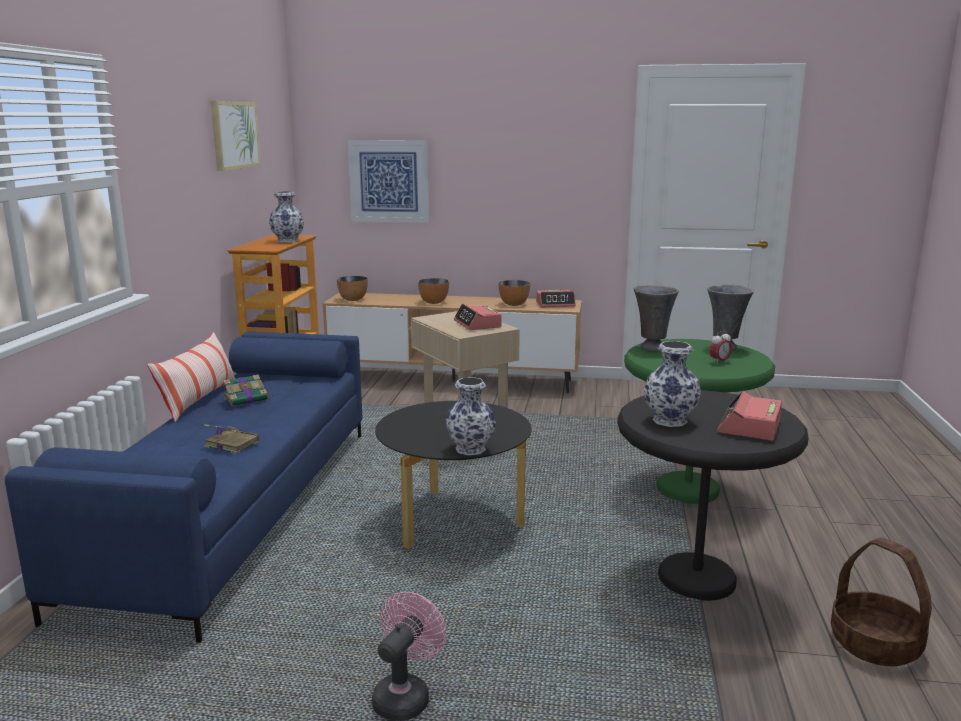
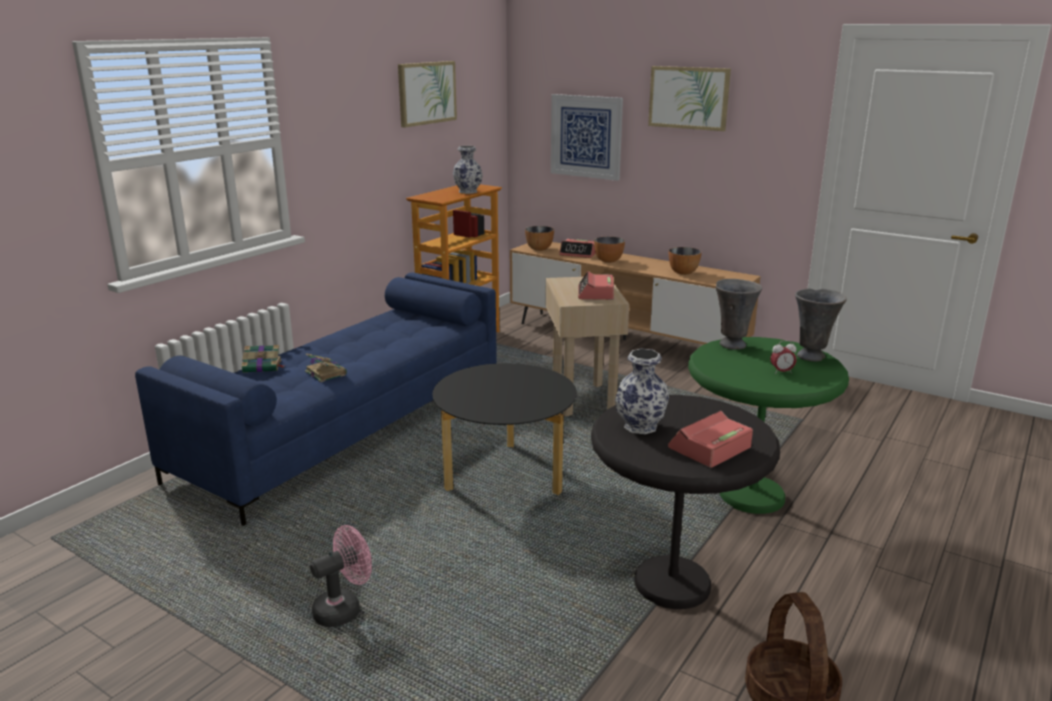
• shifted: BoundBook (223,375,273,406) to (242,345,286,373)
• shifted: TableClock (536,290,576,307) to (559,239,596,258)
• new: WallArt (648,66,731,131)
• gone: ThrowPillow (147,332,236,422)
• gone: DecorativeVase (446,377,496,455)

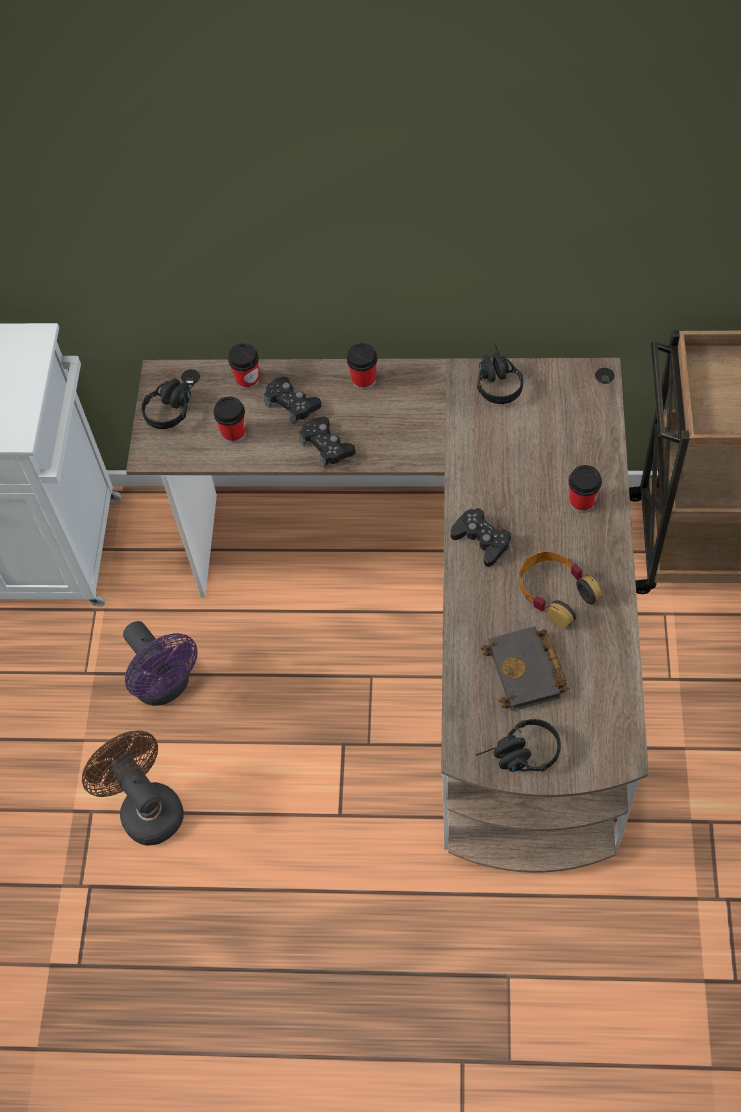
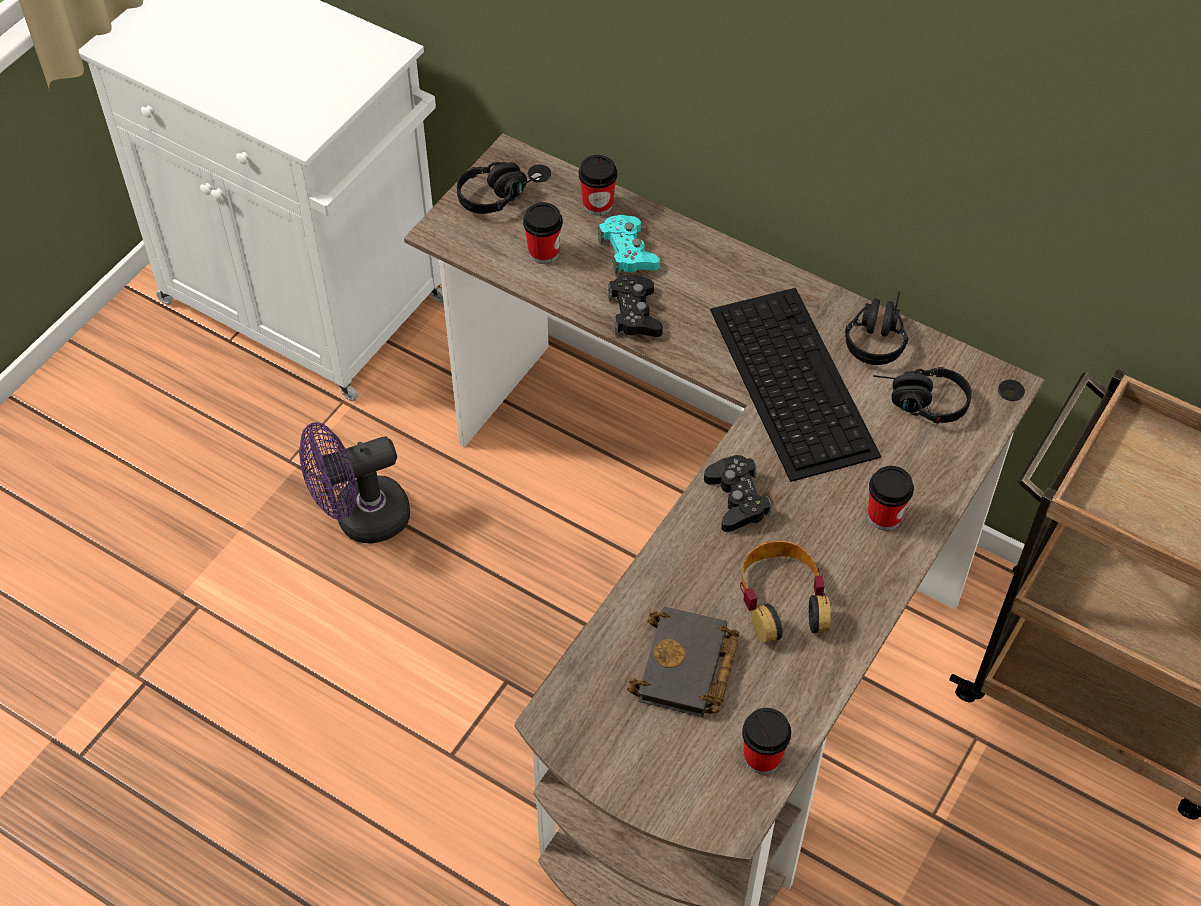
• rotated: PurpleColouredCoolingFan (123,621,198,706) = (299,422,410,544) 75 degrees clockwise
• repainted: BlackColouredJoypad (264,377,322,425) to TurquoiseColouredJoypad (598,215,660,275)
• new: Keyboard (710,288,881,482)
• shifted: Cup (347,343,377,390) to (742,708,791,774)
• shifted: BlackColouredPairOfHeadphones (476,719,561,772) to (873,367,972,423)
• gone: BrownishCoolingFan (82,730,184,845)

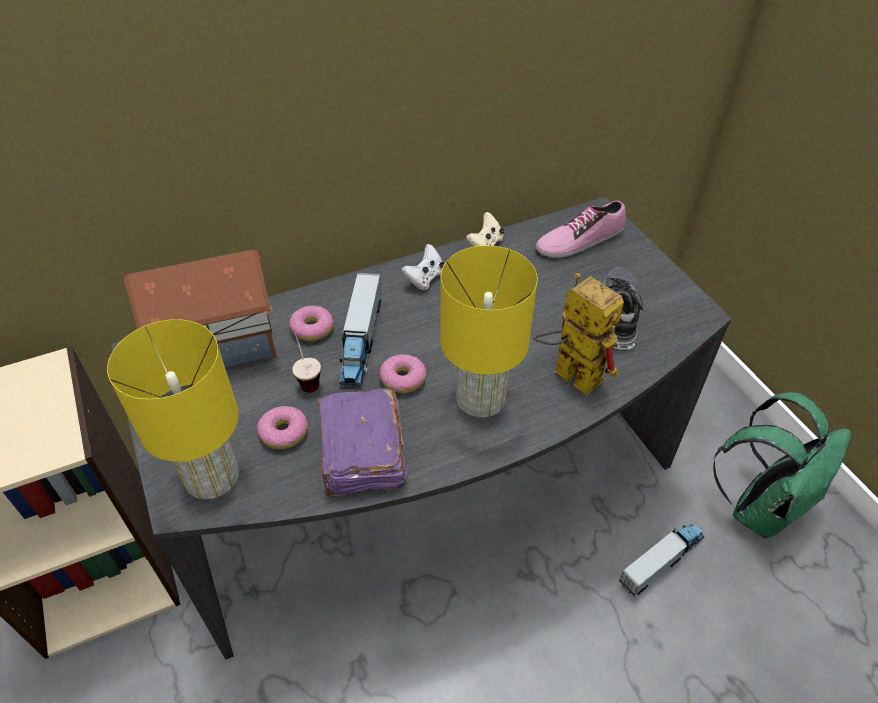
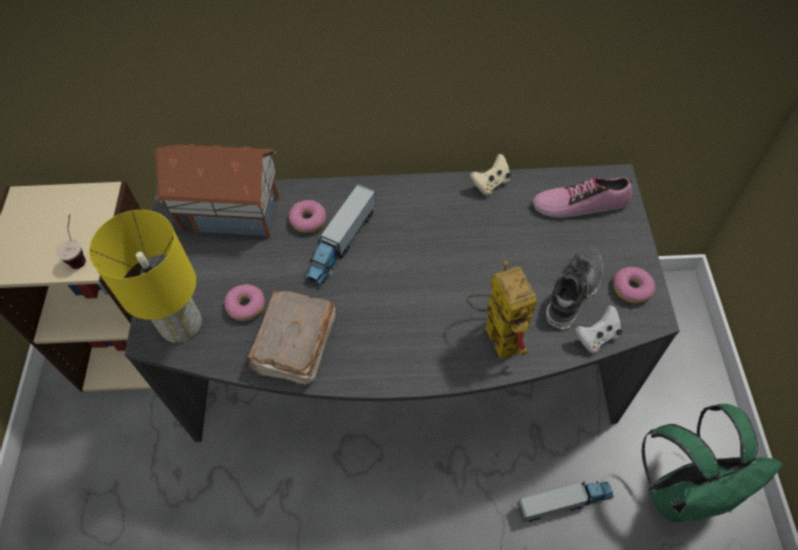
• shifted: Cup (292,330,321,393) to (56,214,86,269)
• repainted: PurpleColouredBoundBook (317,388,407,497) to BrownishBoundBook (247,290,336,386)
• shifted: WhitishJoypad (401,244,445,290) to (575,305,622,353)
• shifted: Doughnut (379,354,427,393) to (613,267,655,303)
• gone: YellowLampForATable (441,245,538,418)

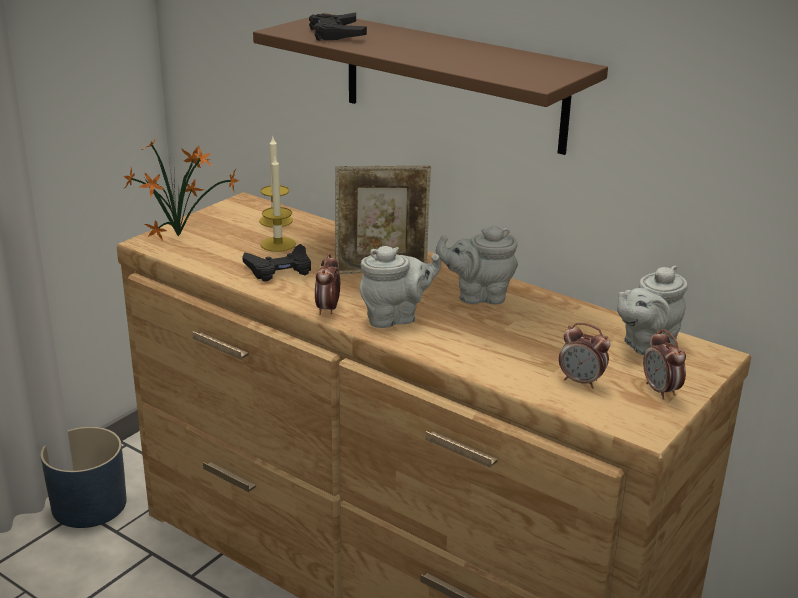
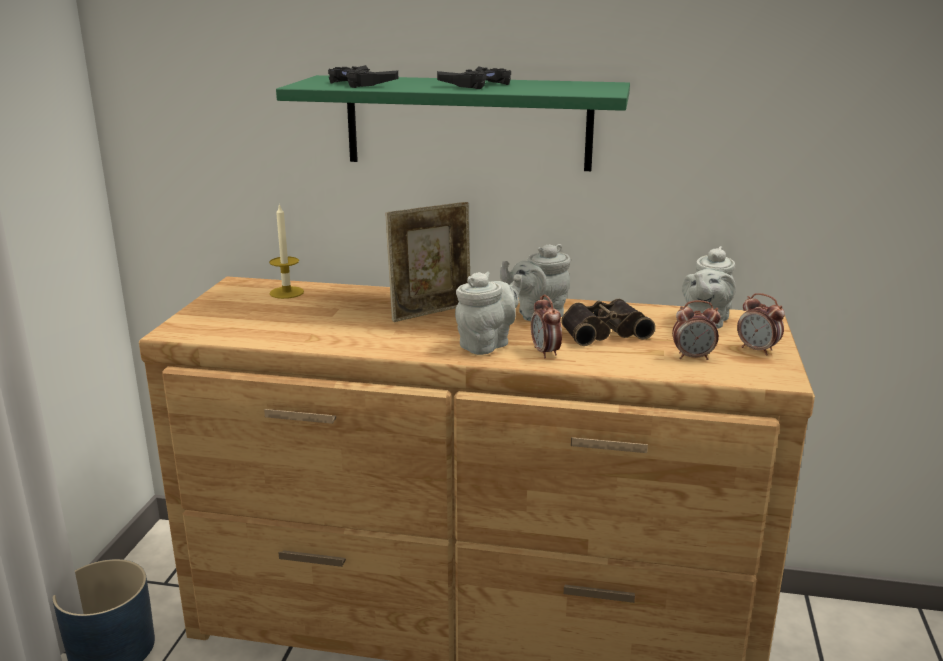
• repainted: BrownishWallShelf (253,13,608,155) to GreenishWallShelf (276,75,630,171)
• shifted: BlackColouredJoypad (242,244,311,281) to (437,66,511,89)
• shifted: TableClock (315,253,340,315) to (531,295,562,358)
• new: Binoculars (561,299,655,346)
• gone: PlantInAPot (124,137,239,241)
• gone: WaxLight (261,157,296,252)

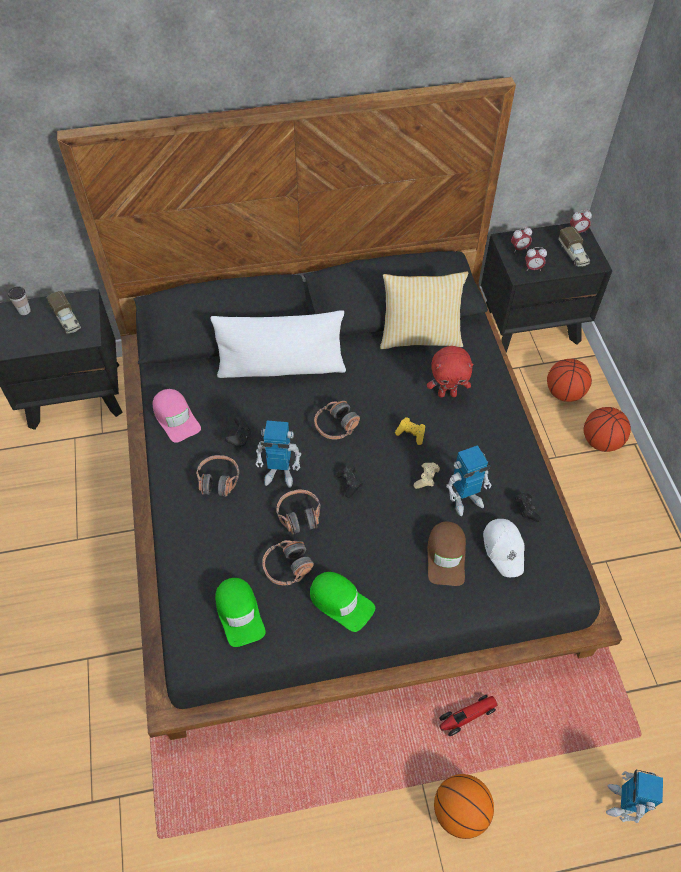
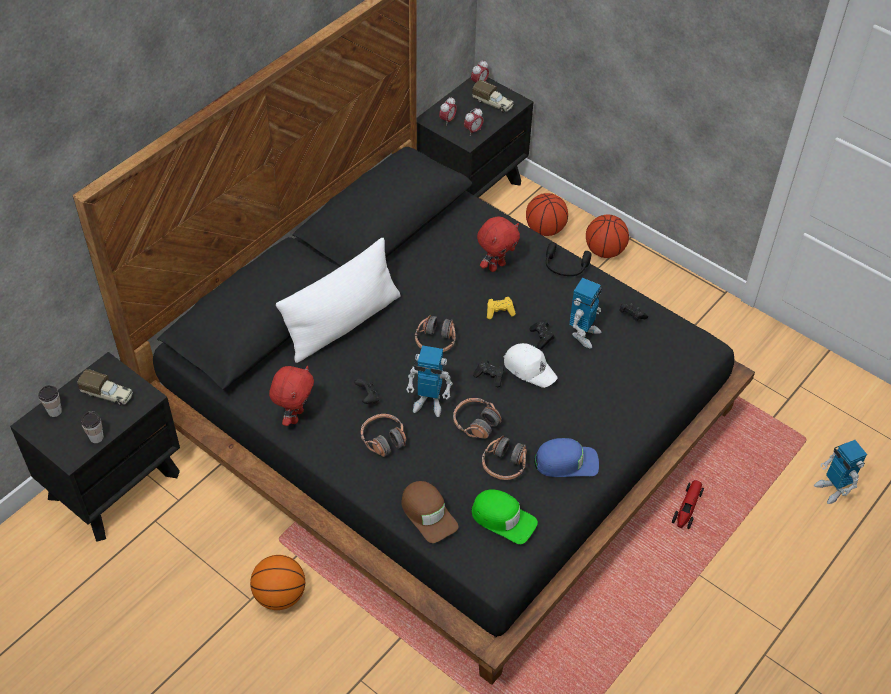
• new: Cup (81,411,104,443)
• shifted: BallForBasketball (434,774,494,839) to (250,555,305,610)
• swapped: PinkCap (153,389,201,443) to RedCuddlyToy (269,366,314,426)
• shifted: BrownishCap (428,522,466,586) to (401,481,458,543)
• rotated: ModelRobot (255,421,301,488) = (406,345,453,417) 45 degrees clockwise
• shifted: WhitishCap (483,519,525,577) to (504,343,558,388)
• repainted: BeigeJoypad (414,462,440,489) to BlackColouredJoypad (529,320,555,349)
• repainted: GreenishCap (310,572,375,632) to BlueColouredCap (534,438,599,477)
• new: BlackColouredPairOfHeadphones (546,242,591,276)
• gone: ThrowPillow (380,272,468,349)

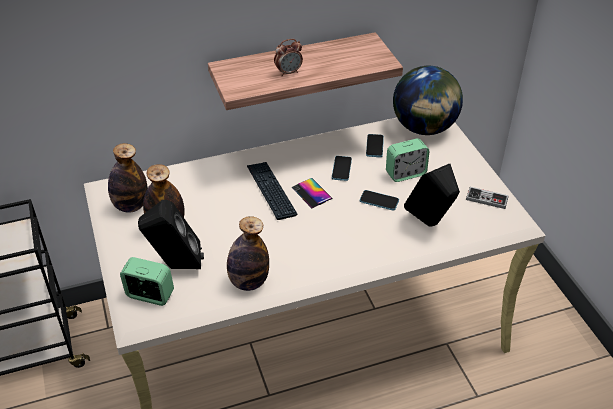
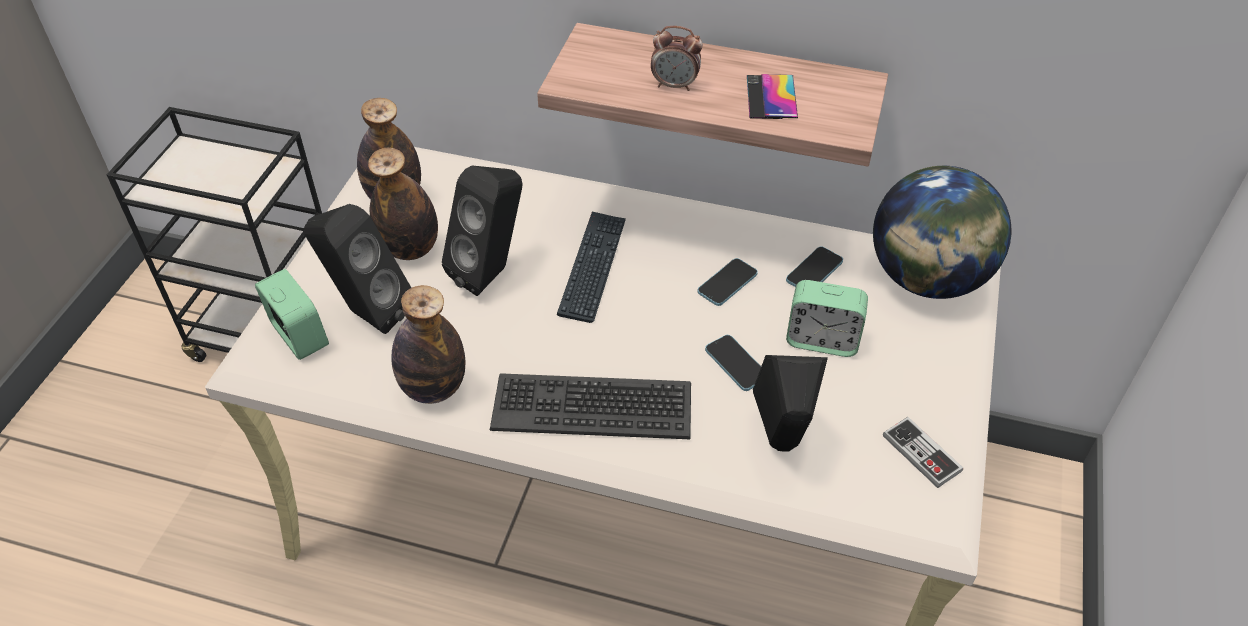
• new: BlackColouredAudioSpeaker (442,165,523,296)
• new: Keyboard (490,373,691,439)
• shifted: Handset (292,178,333,208) to (747,74,798,119)

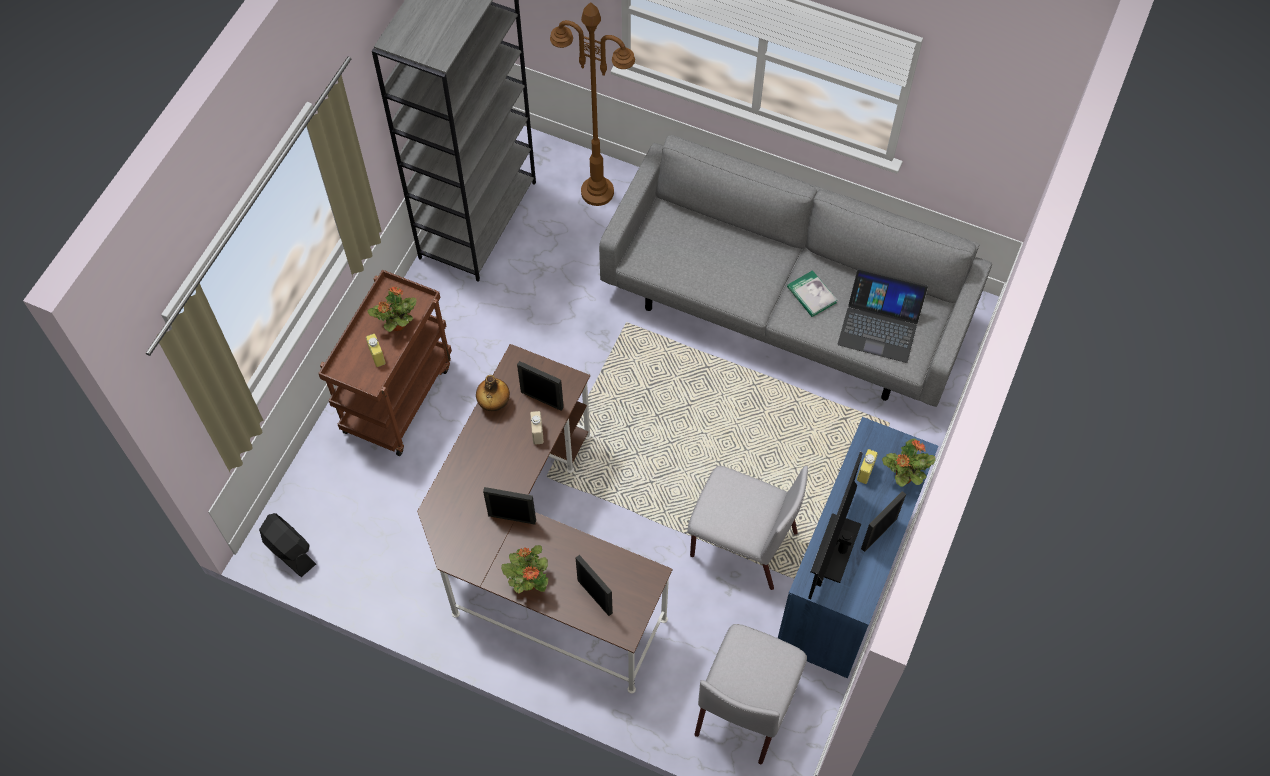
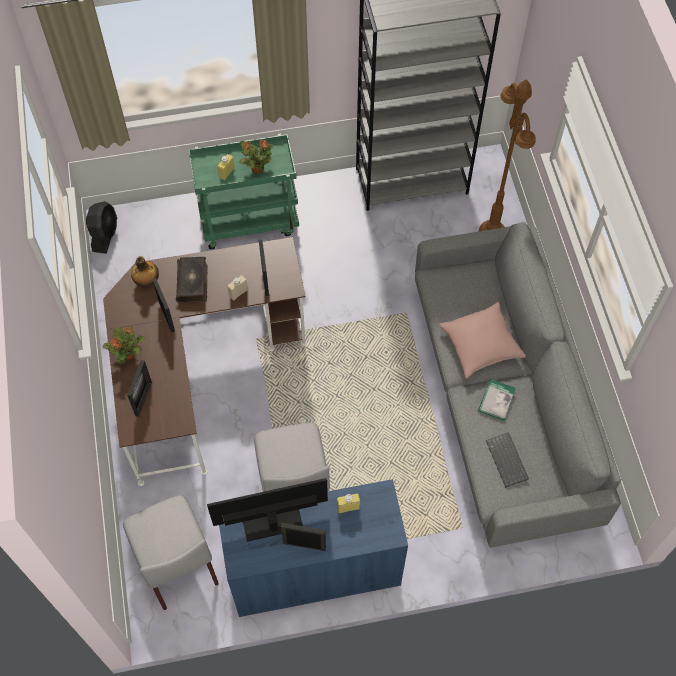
• rotated: GrayPlainChair (694,624,807,764) = (123,495,219,610) 105 degrees counterclockwise
• shifted: BeverageBottle (476,375,510,411) to (131,256,159,287)
• new: BoundBook (176,257,207,304)
• repainted: BrownishTrolley (318,270,452,456) to GreenishTrolley (188,133,299,250)
• new: PinkThrowPillow (439,302,526,379)
• swapped: Laptop (838,268,928,363) to Keyboard (486,432,529,488)
• gone: PlantInAPot (882,438,936,487)

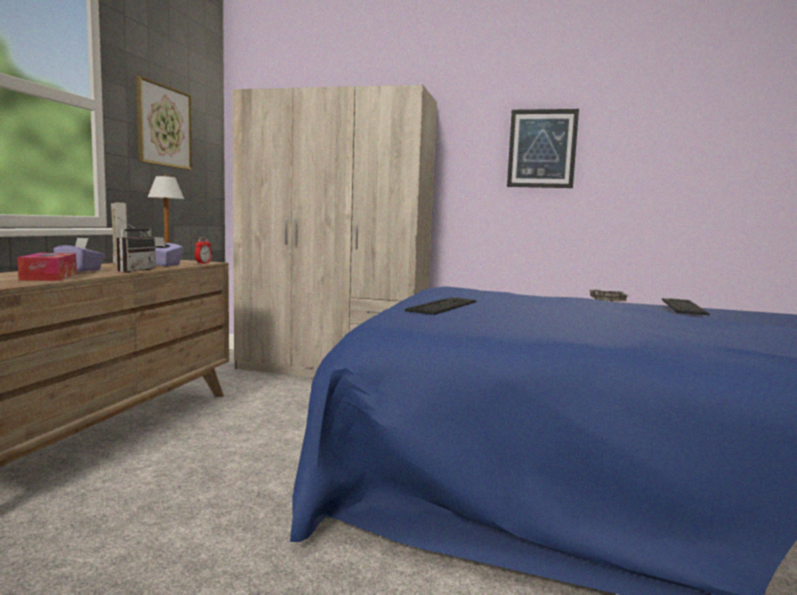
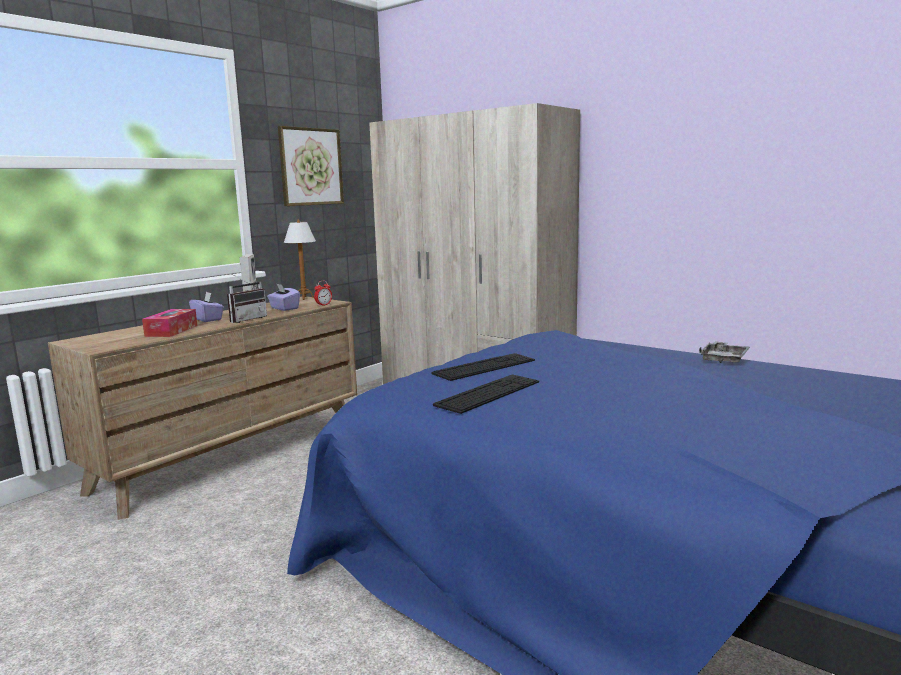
• shifted: Keyboard (662,298,710,315) to (433,374,539,414)
• gone: WallArt (507,109,579,188)

